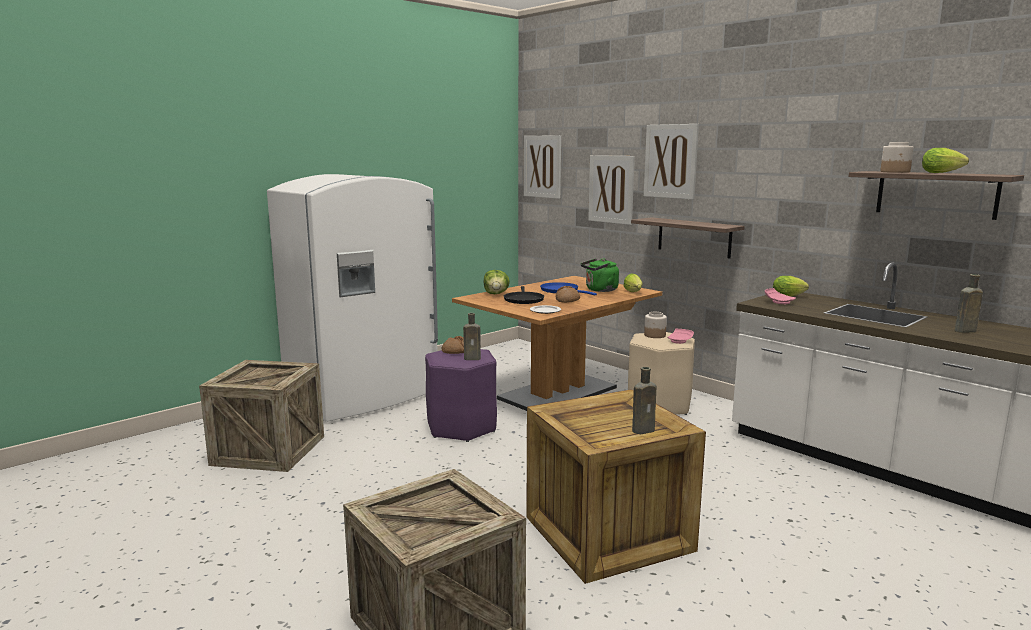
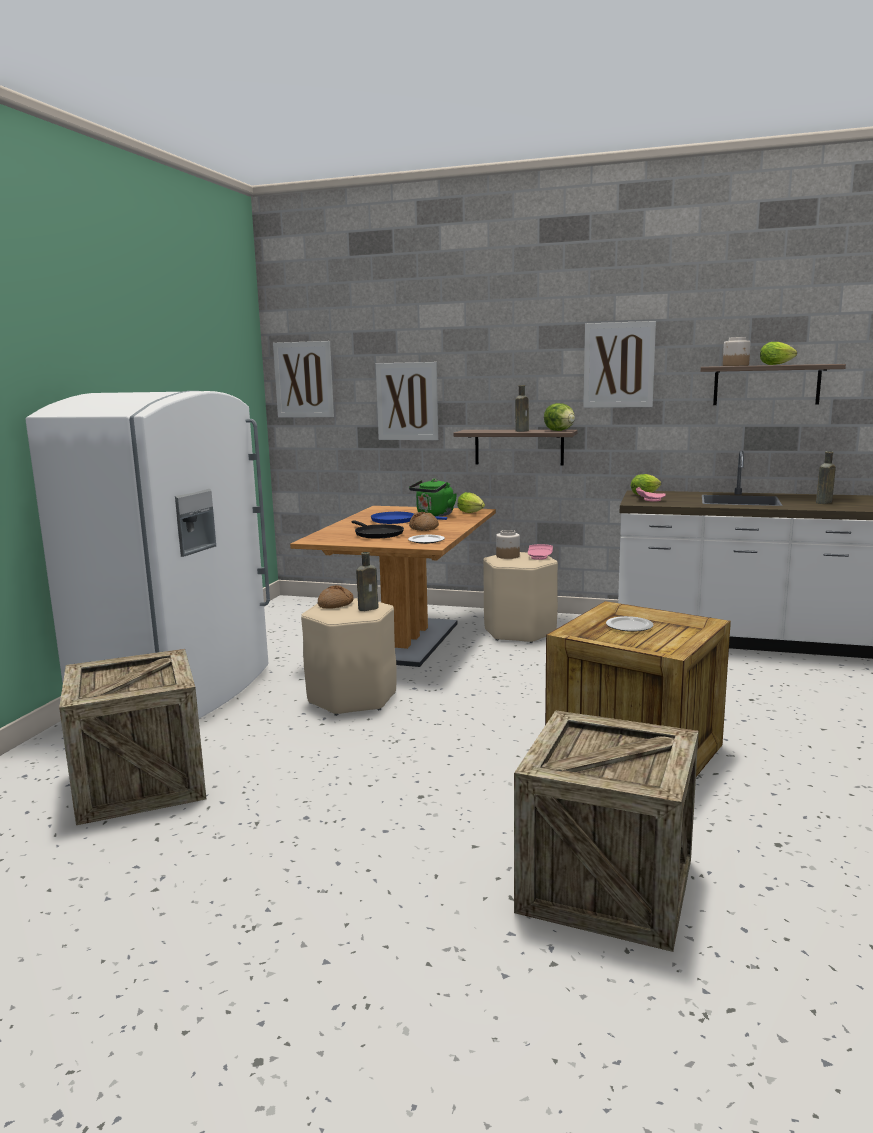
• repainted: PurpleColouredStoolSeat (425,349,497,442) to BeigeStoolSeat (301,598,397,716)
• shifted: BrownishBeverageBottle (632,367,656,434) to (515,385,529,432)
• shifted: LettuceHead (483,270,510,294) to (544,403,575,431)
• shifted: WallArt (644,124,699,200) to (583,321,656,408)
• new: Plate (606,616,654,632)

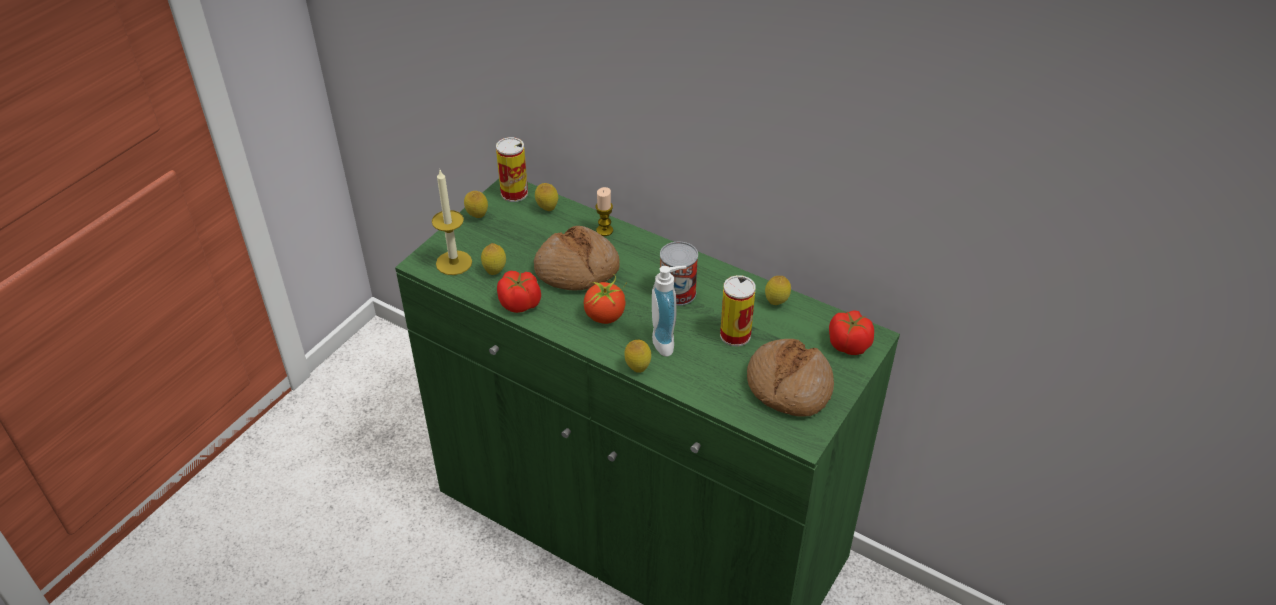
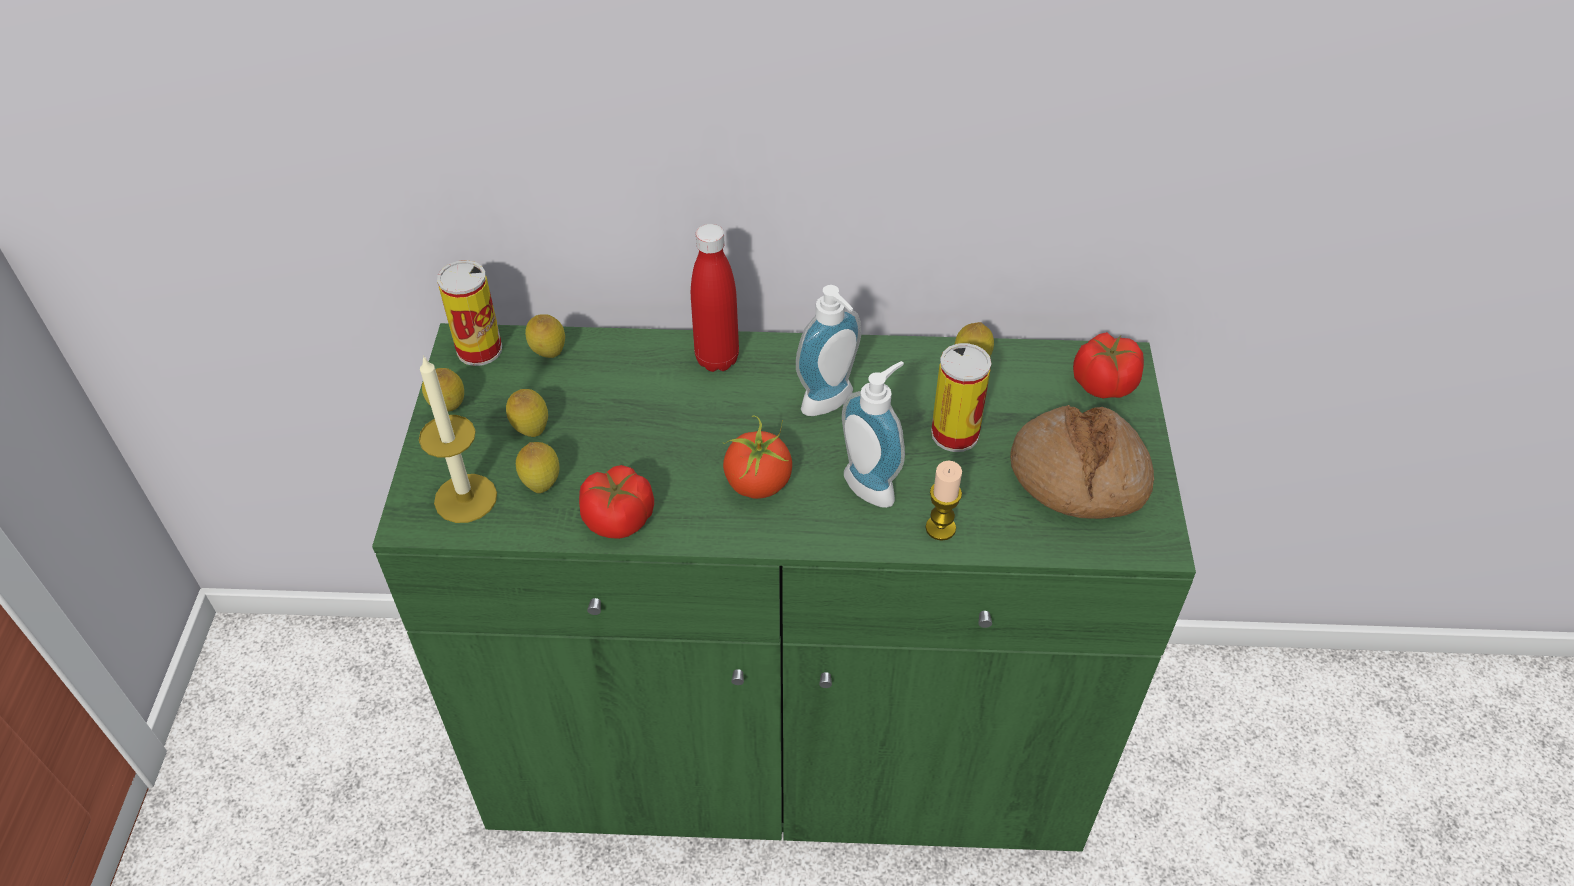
• shifted: Lemon (624,340,651,373) to (506,389,548,437)
• new: RedBeverageBottle (691,224,739,372)
• swapped: MetalCan (660,242,698,306) to SoapDispenser (796,285,861,416)
• shifted: WaxLight (596,187,613,236) to (925,461,962,541)
• gone: BakeryBread (534,226,620,291)

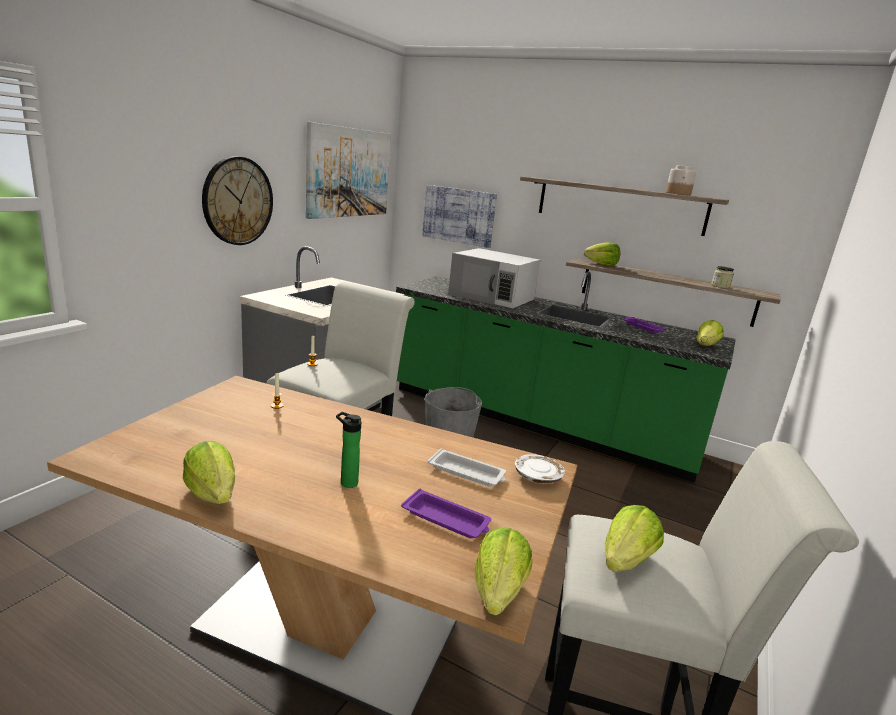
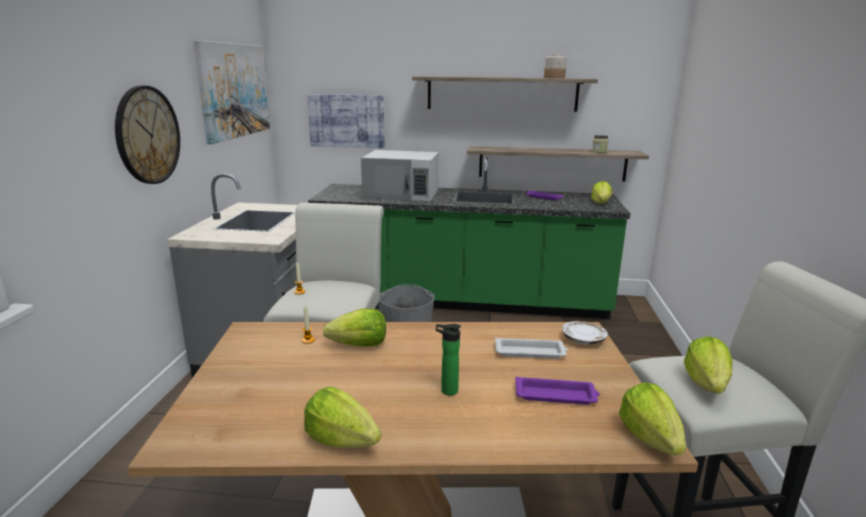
• shifted: LettuceHead (584,242,620,266) to (323,308,386,347)

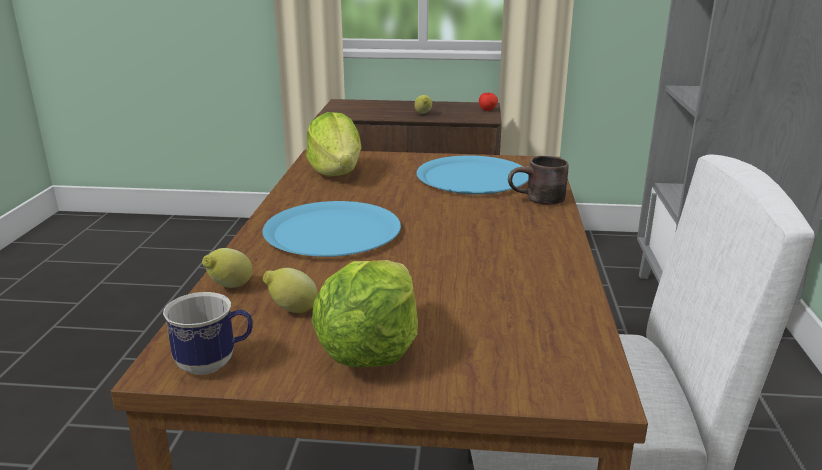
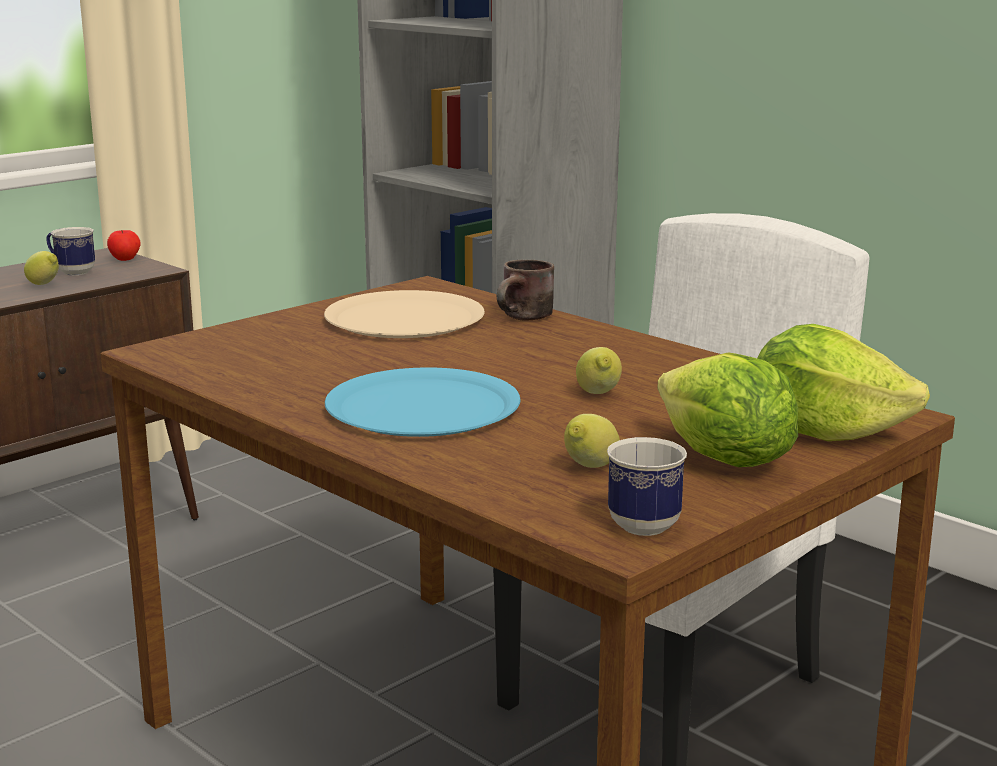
• new: TeaMug (46,227,95,275)
• repainted: BlueColouredPlate (416,156,529,194) to BeigePlate (324,290,485,338)
• shifted: Lemon (202,248,252,288) to (576,347,622,394)
• shifted: LettuceHead (306,112,362,177) to (757,324,930,441)

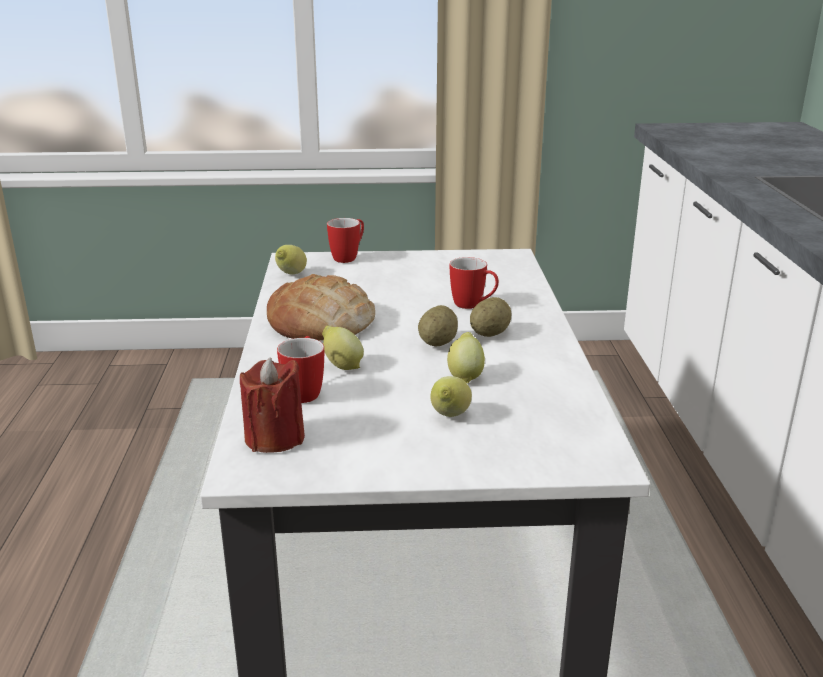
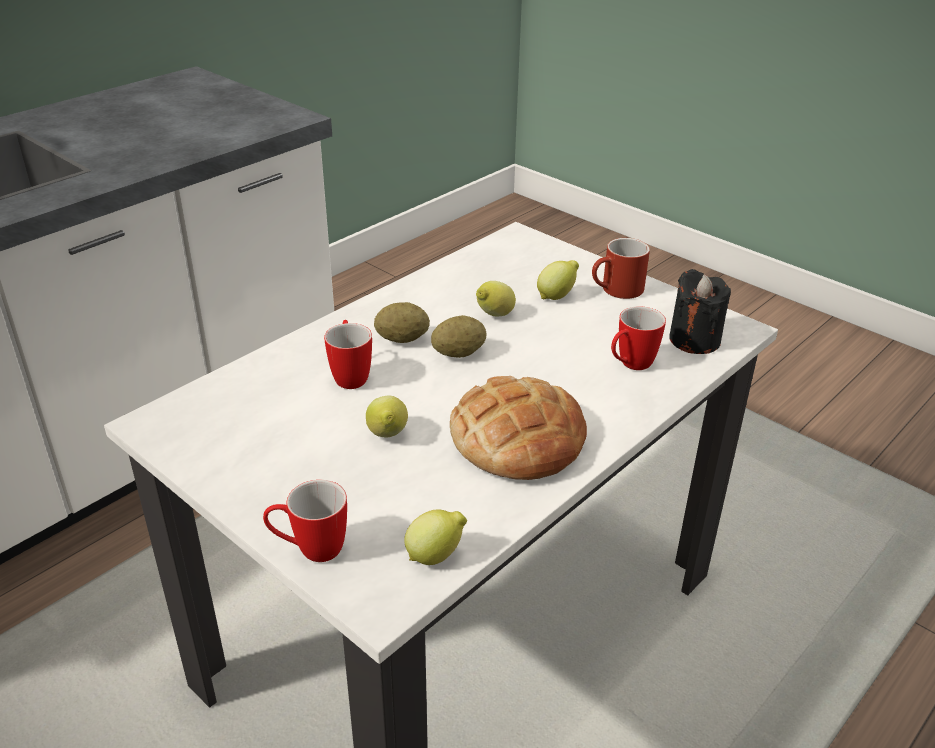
• shifted: Lemon (322,326,364,370) to (366,396,408,437)
• new: RedTeaMug (592,238,650,299)
• repainted: RedWaxLight (240,358,305,453) to BlackColouredWaxLight (669,269,731,354)

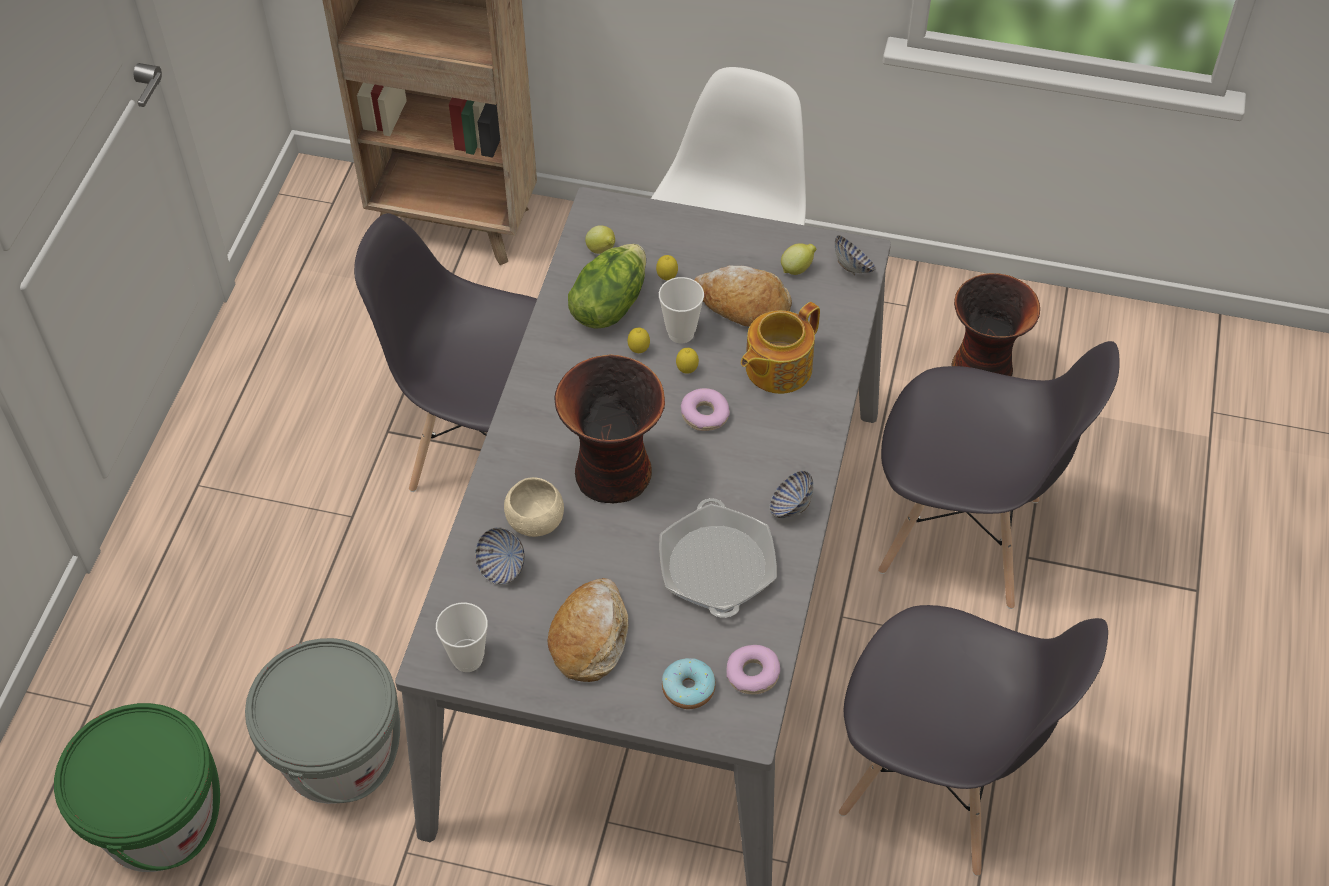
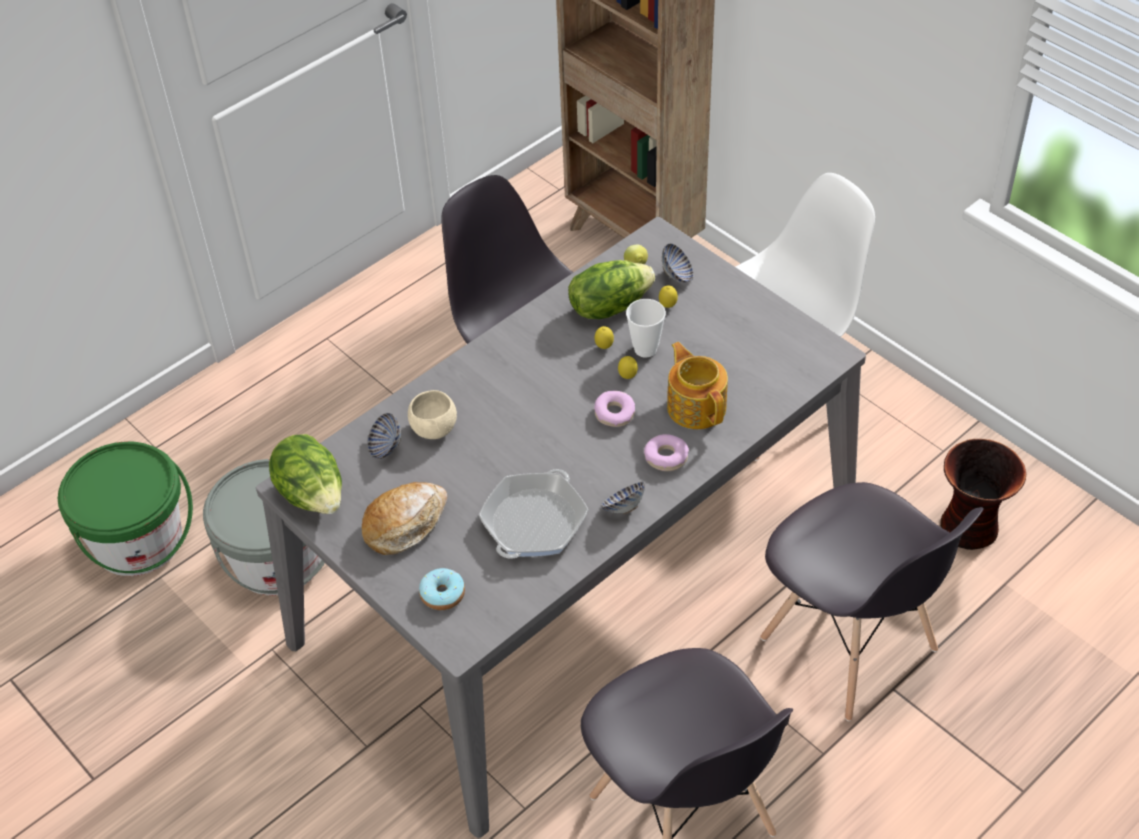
• swapped: Cup (436,602,488,672) to LettuceHead (269,434,342,514)
• shifted: Doughnut (726,645,780,694) to (644,434,689,471)
• shifted: Bowl (835,235,876,276) to (661,243,694,282)
• rotated: TeaPot (741,302,820,394) = (667,342,728,429) 75 degrees clockwise
• gone: DecorativeVase (554,355,665,503)
• gone: BakeryBread (694,265,792,327)
• gone: Lemon (781,243,817,275)

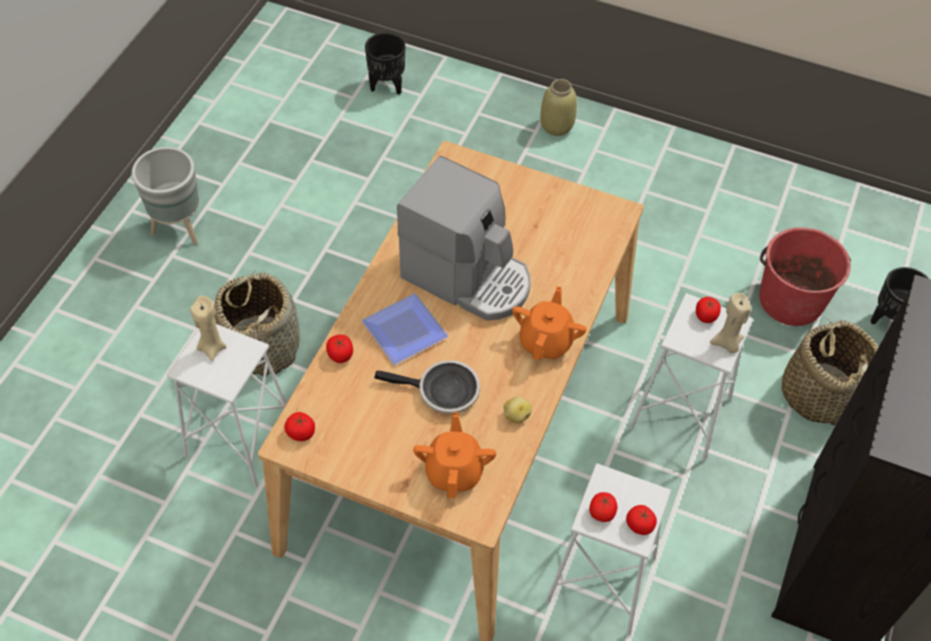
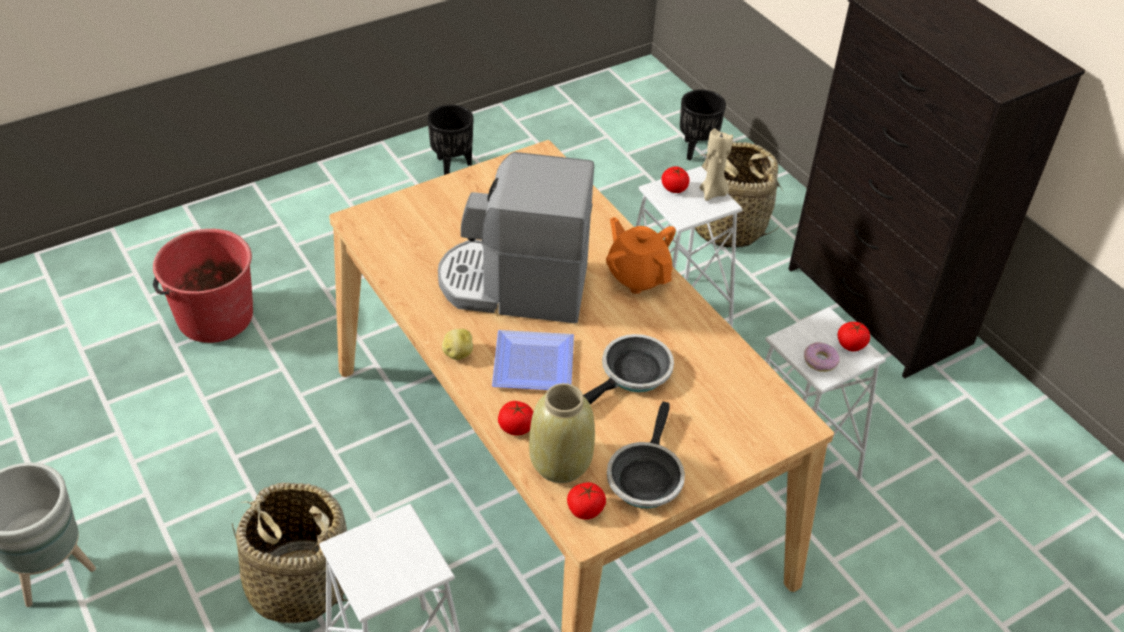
• shifted: RedWaterBucket (759,227,851,326) to (153,229,253,343)
• shifted: BlackColouredPlanter (365,33,405,94) to (427,104,474,175)
• rotated: CoffeeMachine (397,156,531,321) = (438,152,594,324) 150 degrees counterclockwise
• shifted: Potato (504,396,532,423) to (442,329,473,360)
• shifted: BeigeDecorativeVase (540,79,577,136) to (529,383,595,483)
• new: Skillet (607,402,685,508)
• swapped: FreshTomato (589,492,617,522) to Doughnut (804,342,839,372)
• gone: BeigeWaxLight (190,296,227,361)
• gone: OrangeyTeaPot (413,412,496,498)

